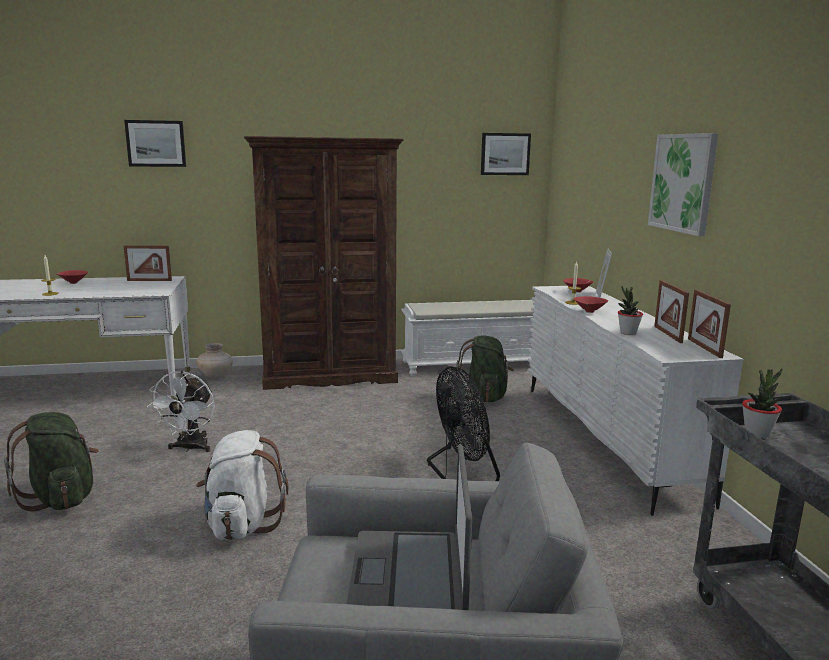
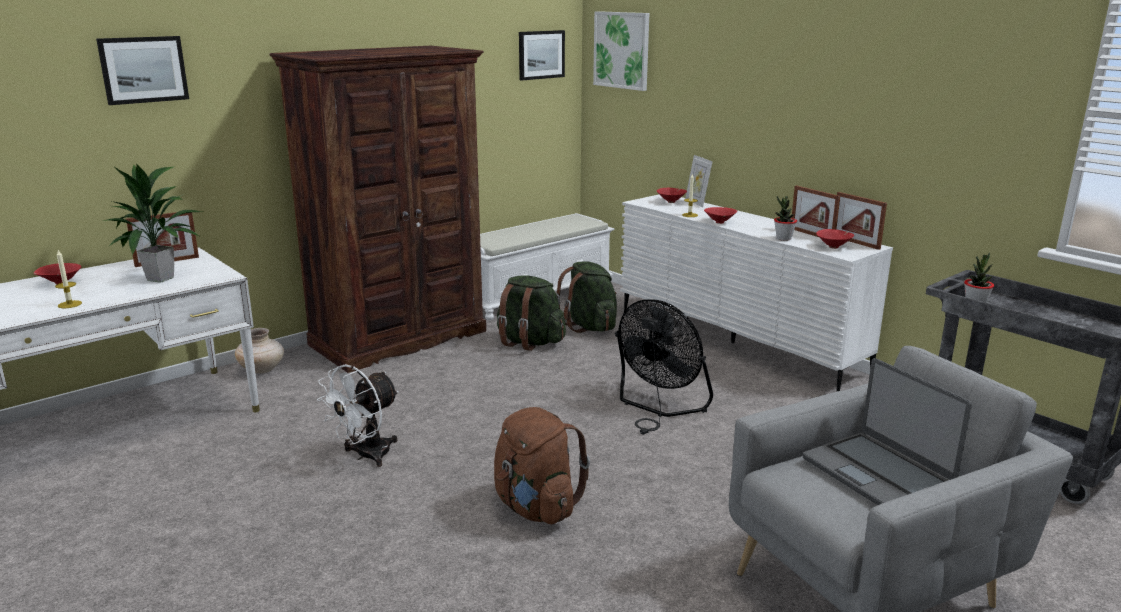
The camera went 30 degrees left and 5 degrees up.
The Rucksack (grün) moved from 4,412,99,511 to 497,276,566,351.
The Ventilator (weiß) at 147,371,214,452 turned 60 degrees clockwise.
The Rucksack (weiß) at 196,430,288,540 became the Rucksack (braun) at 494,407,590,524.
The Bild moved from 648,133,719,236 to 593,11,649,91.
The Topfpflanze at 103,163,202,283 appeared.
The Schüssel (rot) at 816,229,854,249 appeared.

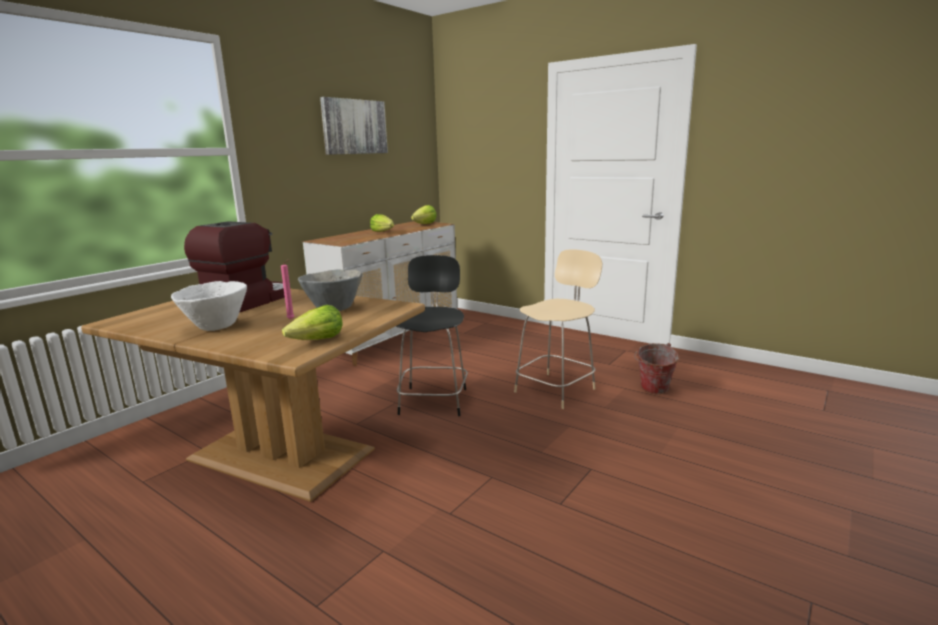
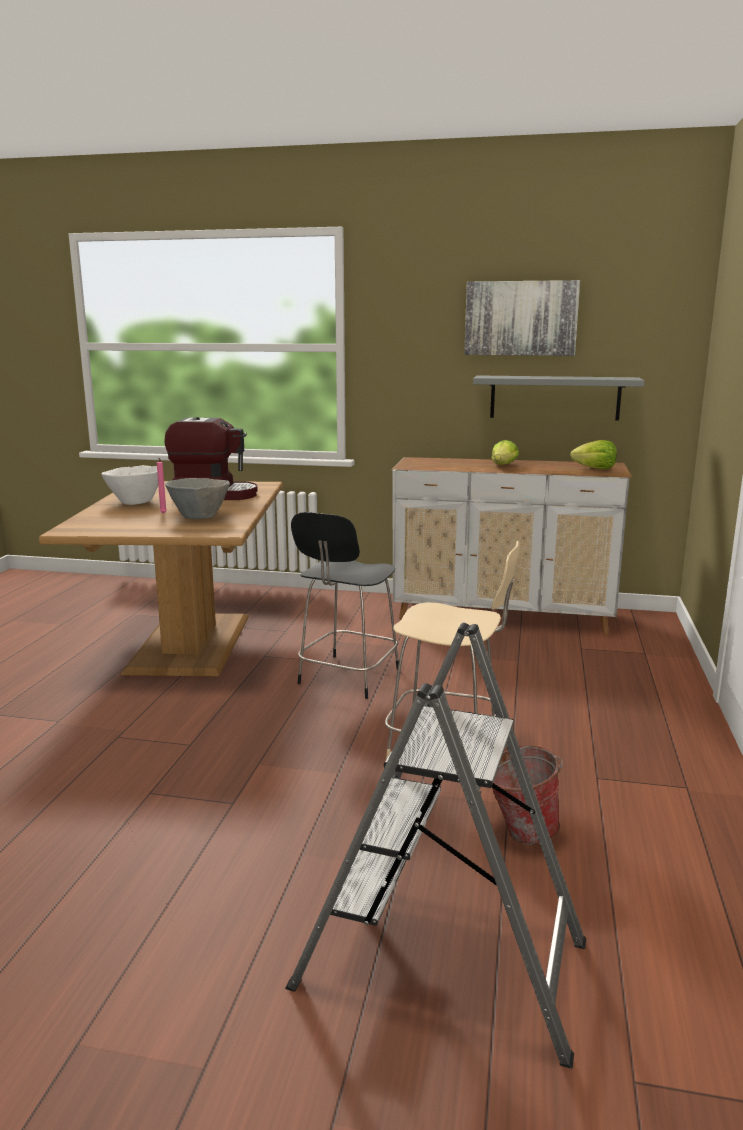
The camera went 65 degrees right and 0 degrees up.
The Salatkopf at 282,305,342,340 disappeared.
The Stuhl (schwarz) at 396,255,468,416 turned 135 degrees clockwise.
The Trittleiter (grau) at 285,623,586,1069 appeared.
The Wandregal (grau) at 473,375,645,420 appeared.

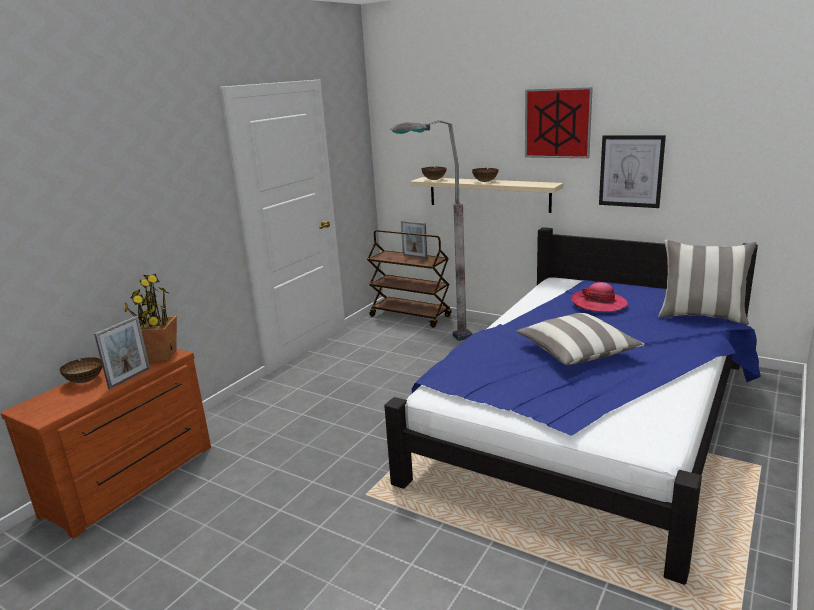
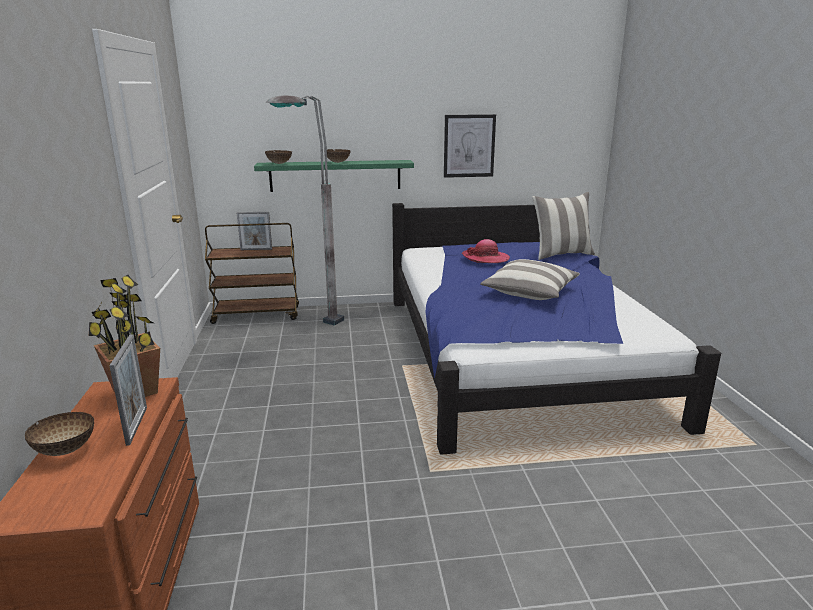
The camera went 40 degrees left and 0 degrees up.
The Wandregal (beige) at 410,177,563,213 became the Wandregal (grün) at 254,160,414,192.
The Bild at 525,87,593,159 disappeared.

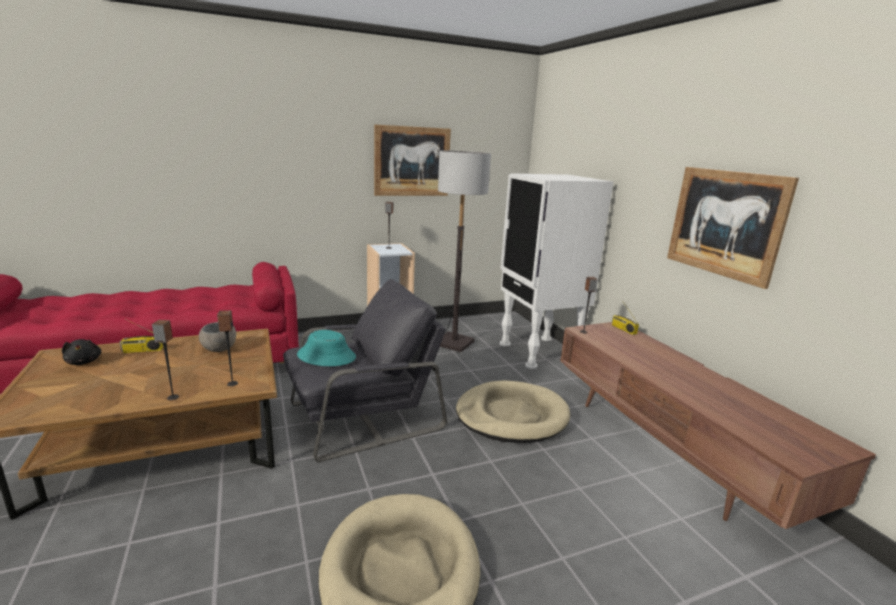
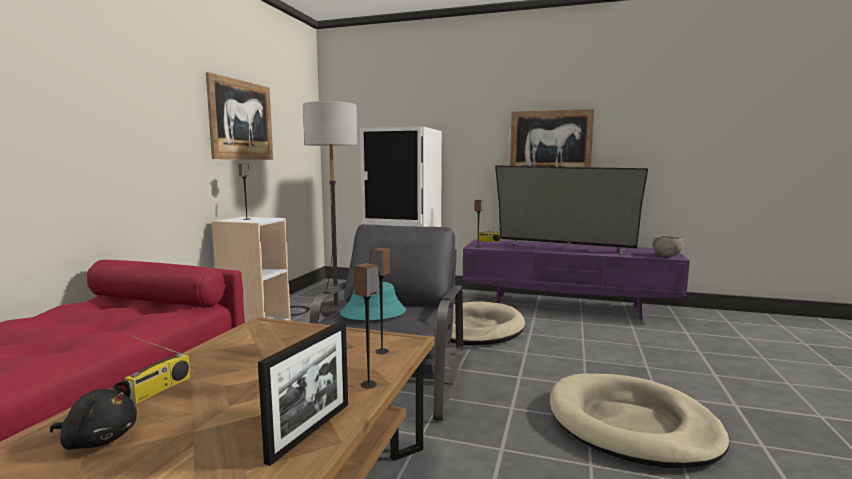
The camera went 50 degrees left and 10 degrees down.
The Schüssel (grau) moved from 199,322,236,352 to 652,236,684,257.
The Fernsehschrank (braun) at 560,322,876,529 became the Fernsehschrank (lila) at 463,239,690,320.
The Bilderrahmen at 258,321,348,466 appeared.
The Fernseher at 495,165,648,255 appeared.

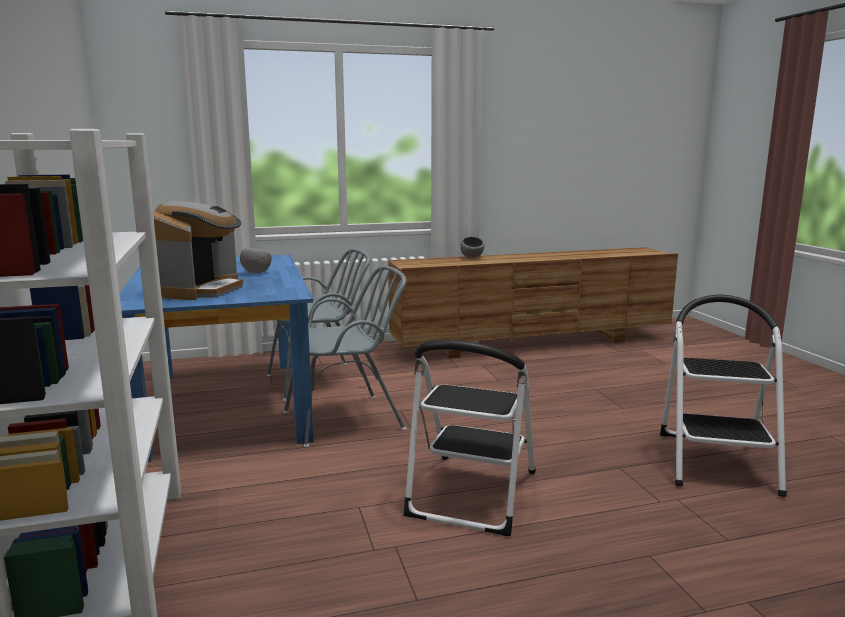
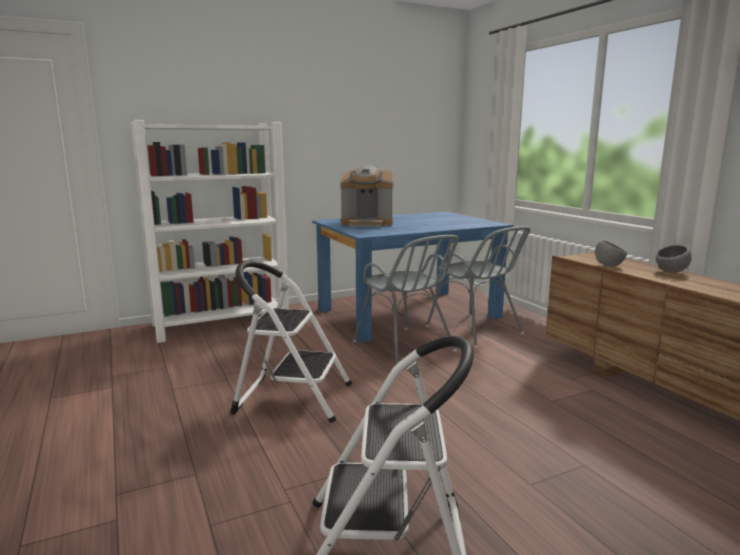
The camera went 80 degrees right and 0 degrees up.
The Schüssel (grau) moved from 240,248,272,273 to 595,240,627,266.

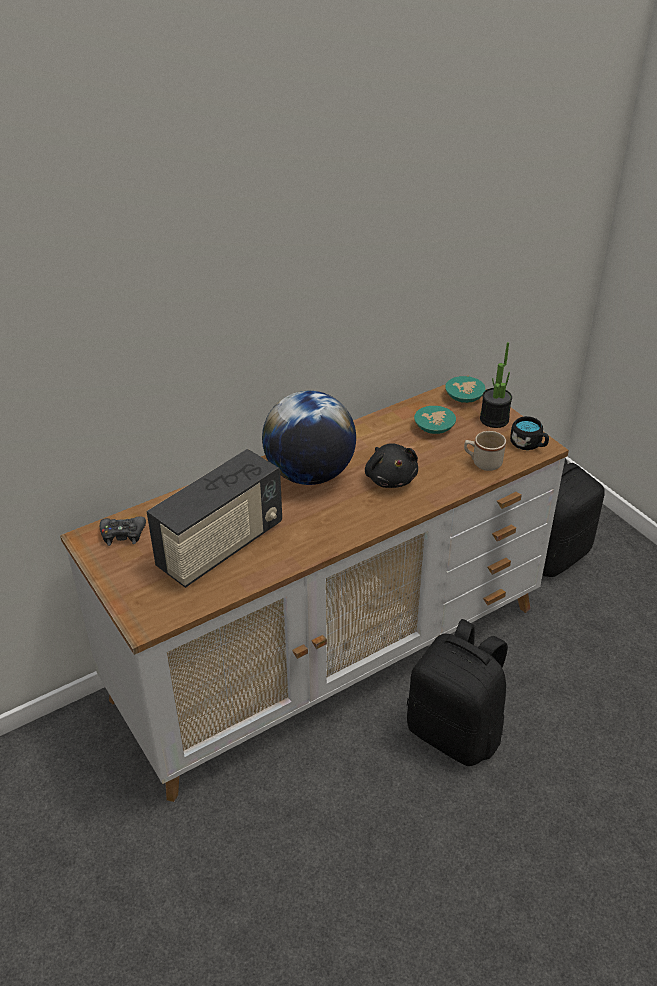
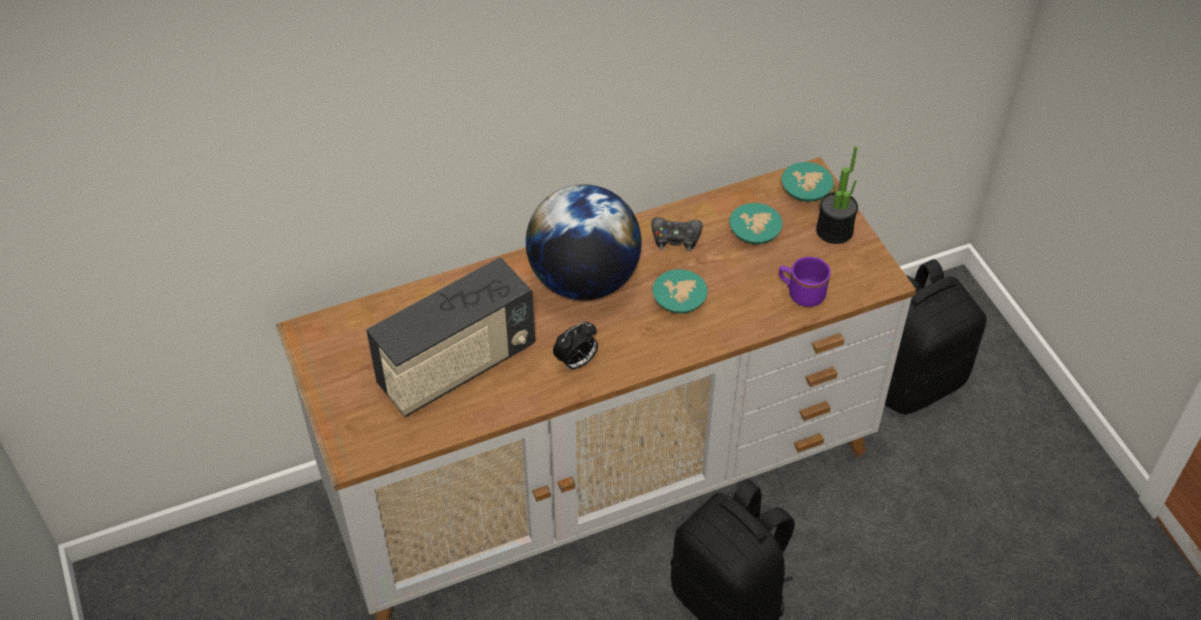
The camera went 10 degrees right and 10 degrees up.
The Gamepad (schwarz) moved from 100,516,146,546 to 651,217,703,252.
The Plüschtier (schwarz) at 365,443,418,488 was replaced by the Schüssel (türkis) at 653,269,708,313.
The Henkelbecher (beige) at 464,431,506,471 became the Henkelbecher (lila) at 779,257,831,307.
The Henkelbecher (schwarz) at 510,416,549,450 disappeared.
The Wecker at 553,322,598,370 appeared.

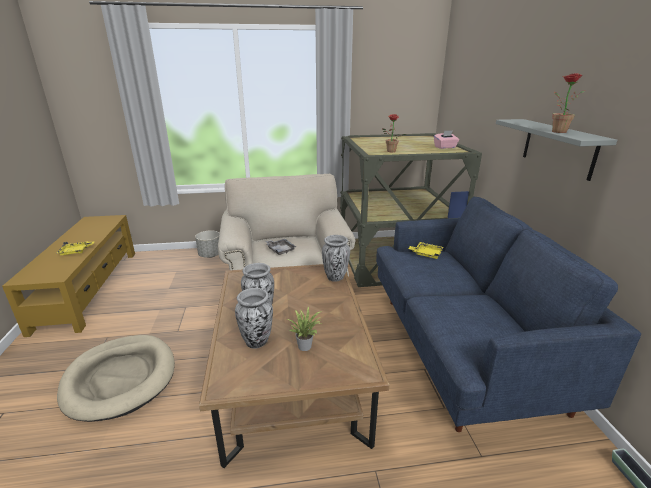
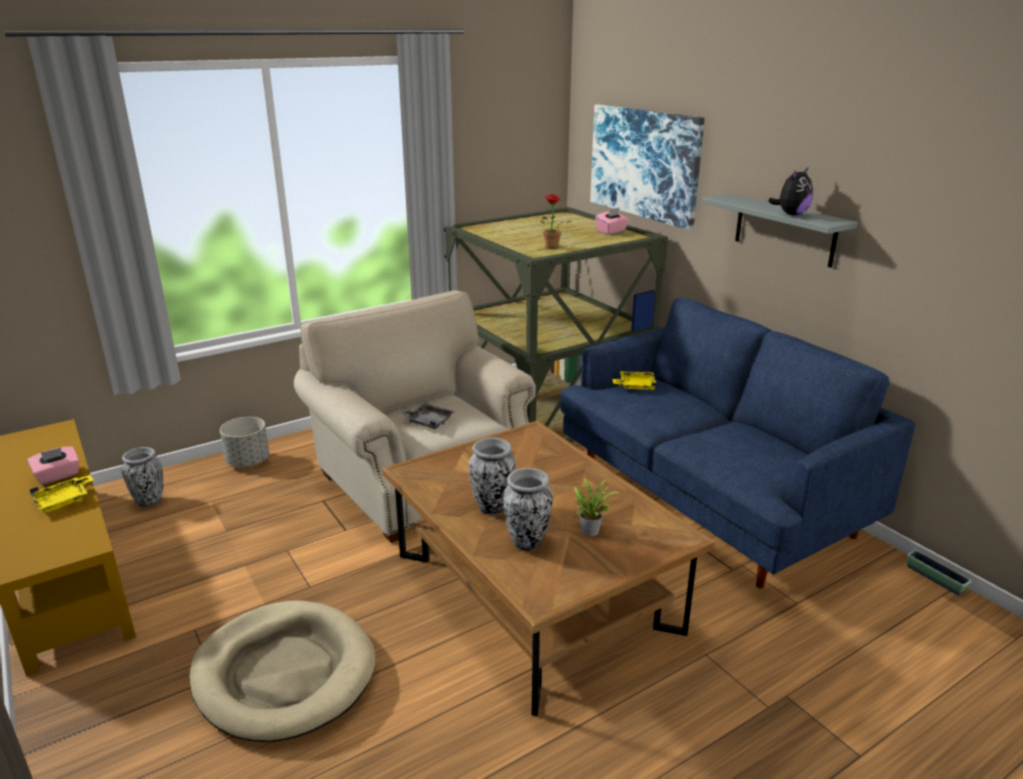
The camera went 25 degrees left and 0 degrees up.
The Vase moved from 322,235,350,282 to 122,447,163,508.
The Topfpflanze at 552,73,585,133 was replaced by the Plüschtier at 768,168,813,215.
The Taschentuchbox (rosa) at 27,446,79,485 appeared.
The Bild at 590,104,705,230 appeared.

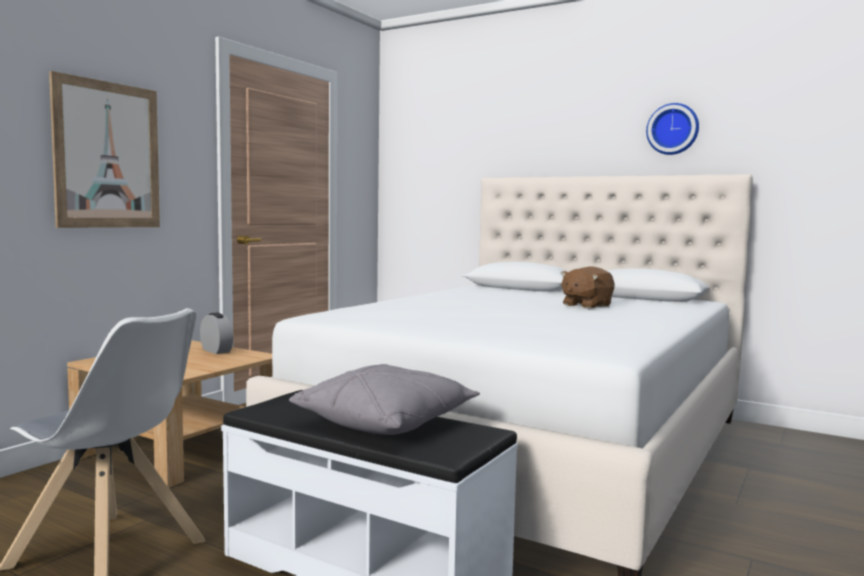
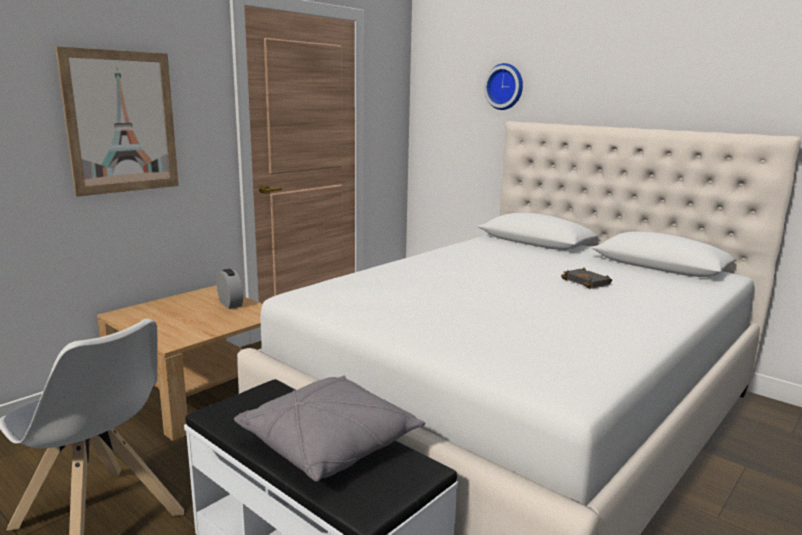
The camera went 10 degrees right and 10 degrees up.
The Plüschtier (braun) at 561,267,615,309 was replaced by the Buch (schwarz) at 561,267,612,289.
The Wanduhr moved from 646,103,699,155 to 484,63,523,110.

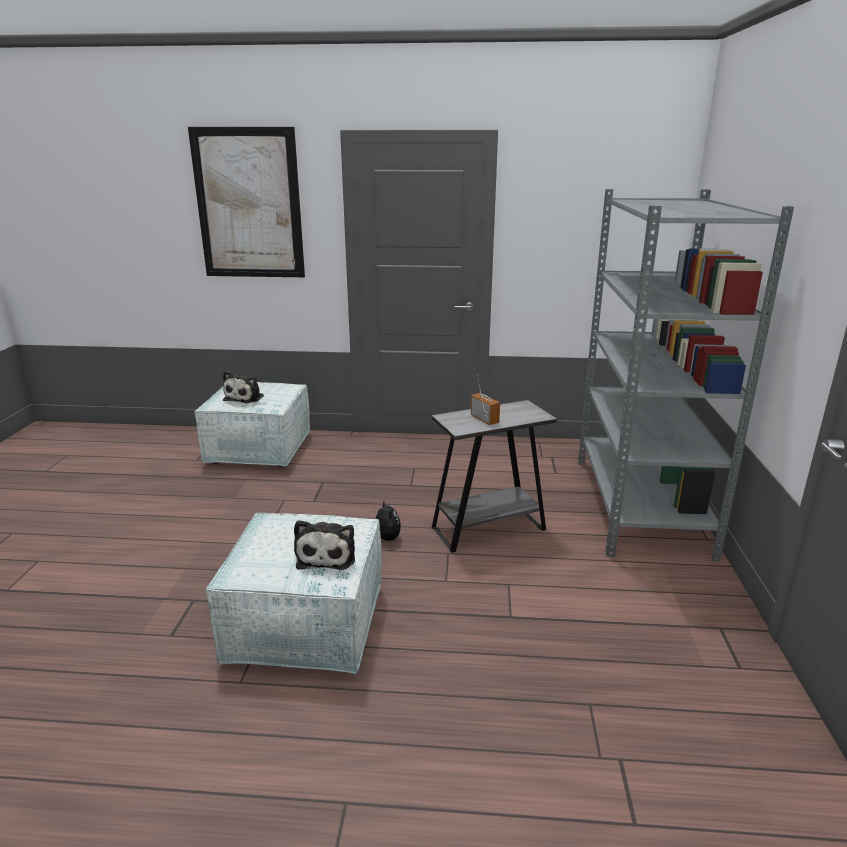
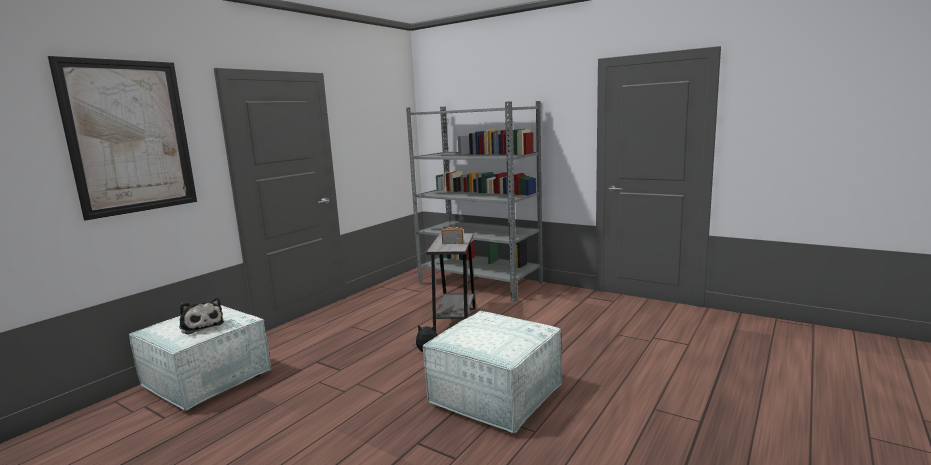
The camera went 60 degrees left and 10 degrees down.
The Plüschtier at 294,520,355,570 disappeared.

